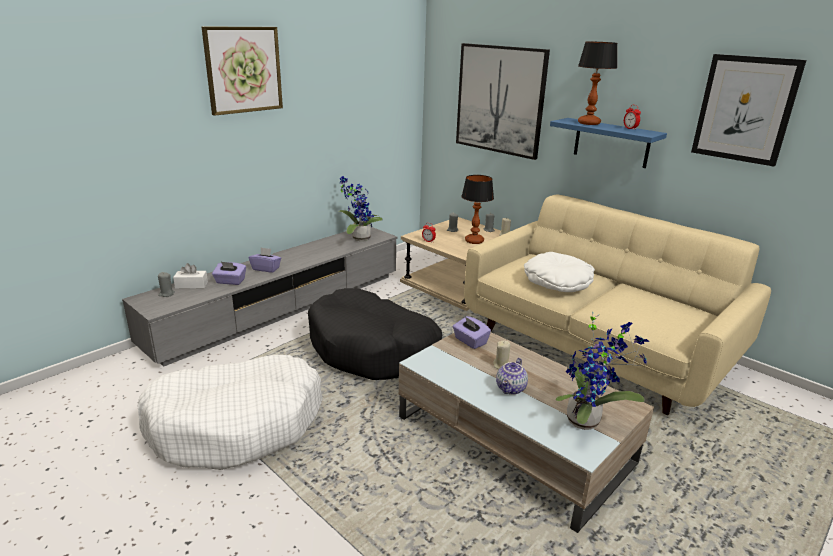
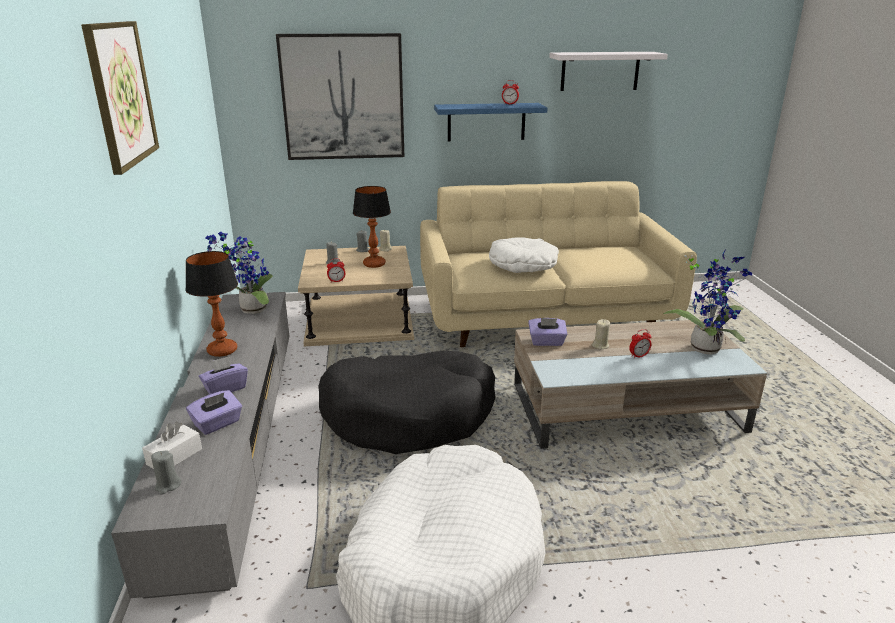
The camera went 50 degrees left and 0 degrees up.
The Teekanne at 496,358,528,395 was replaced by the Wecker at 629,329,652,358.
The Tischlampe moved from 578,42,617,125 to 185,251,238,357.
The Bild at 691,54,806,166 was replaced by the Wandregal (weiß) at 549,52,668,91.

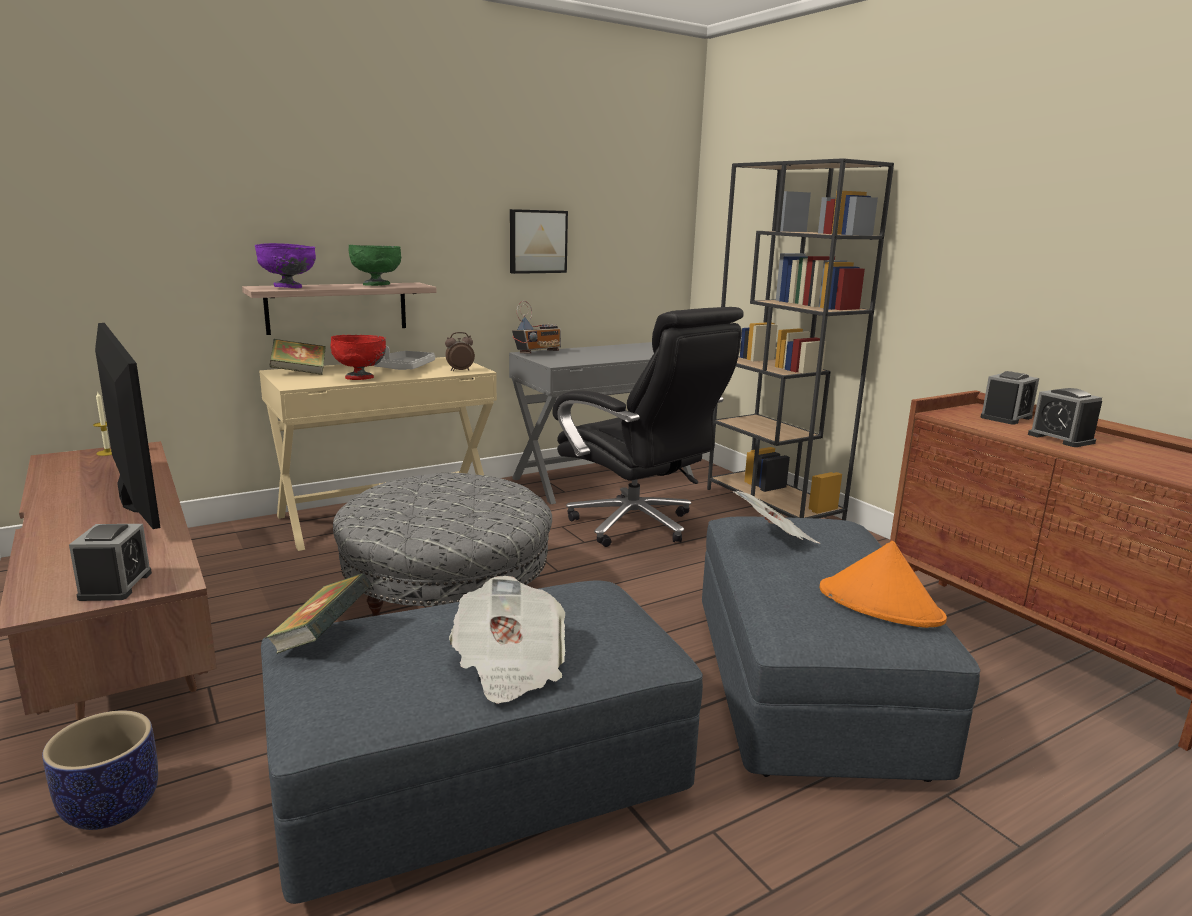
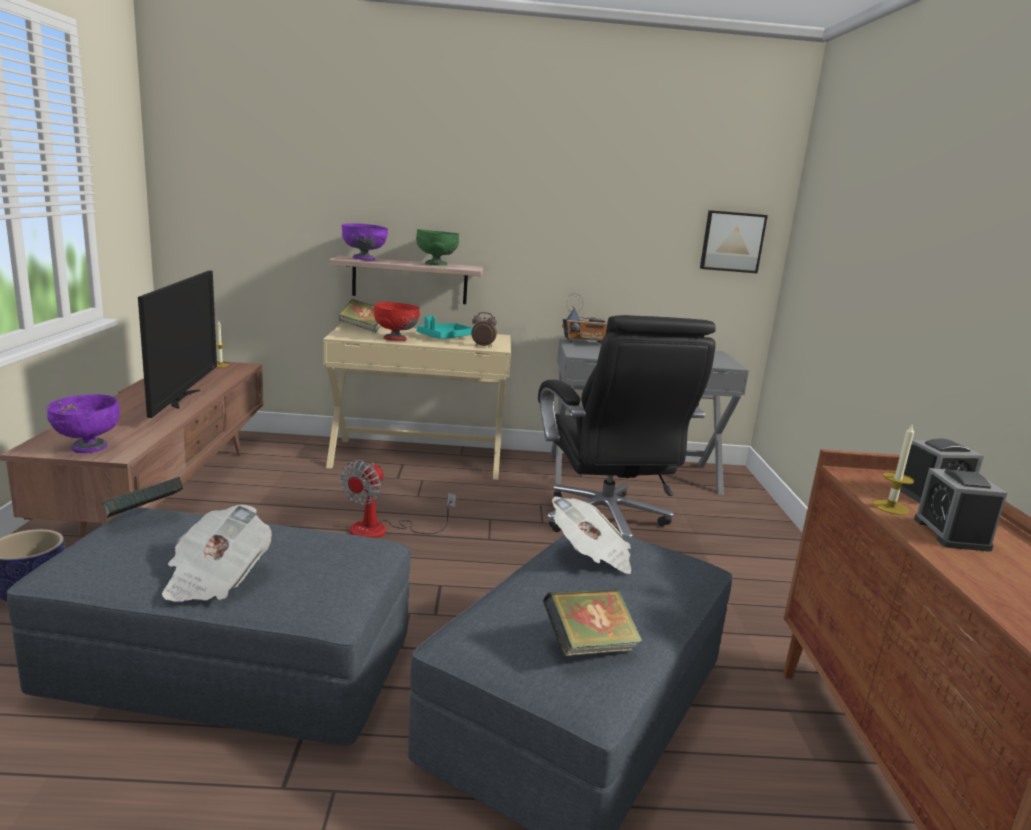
The camera went 30 degrees right and 0 degrees up.
The Wecker at 69,524,152,601 was replaced by the Schüssel (lila) at 46,394,120,453.
The Polsterhocker (grau) at 333,472,552,616 was replaced by the Ventilator at 340,460,456,538.
The Tablett (grau) at 374,345,435,370 became the Tablett (türkis) at 417,316,472,339.
The Bild moved from 510,209,568,274 to 700,210,768,273.
The Bücherregal at 707,158,894,520 disappeared.
The Hut (orange) at 820,541,947,628 was replaced by the Buch at 543,589,642,656.
The Kerze at 873,423,914,515 appeared.

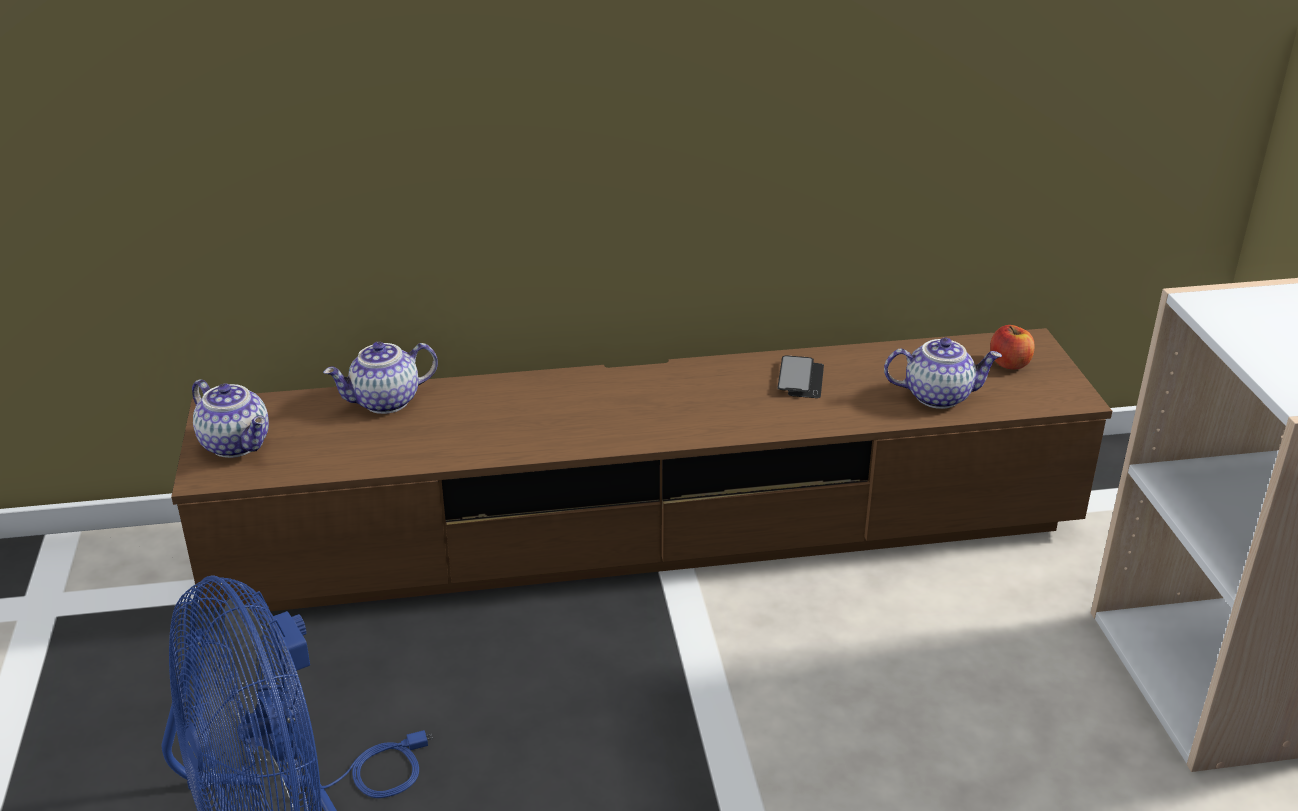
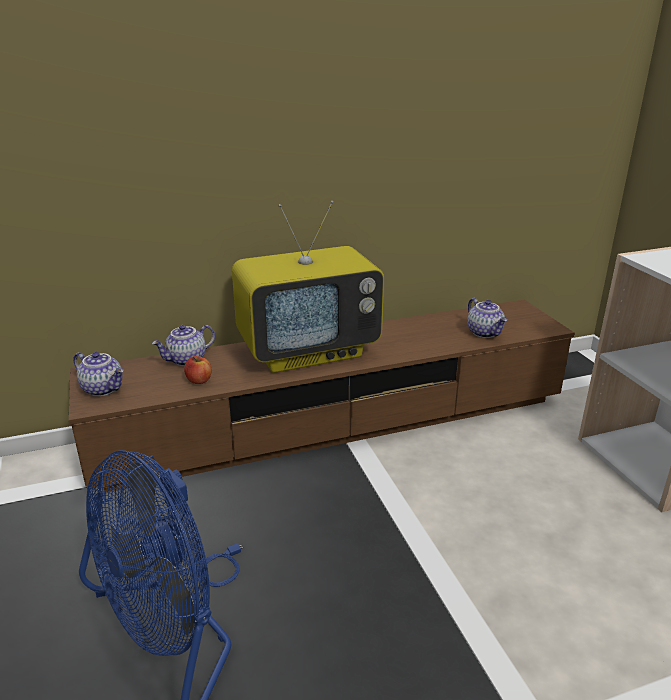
The camera went 10 degrees left and 5 degrees down.
The Handy at 777,356,824,398 disappeared.
The Teekanne at 884,338,1002,409 turned 75 degrees clockwise.
The Apfel moved from 990,325,1034,369 to 184,356,211,384.
The Fernseher at 232,201,384,373 appeared.

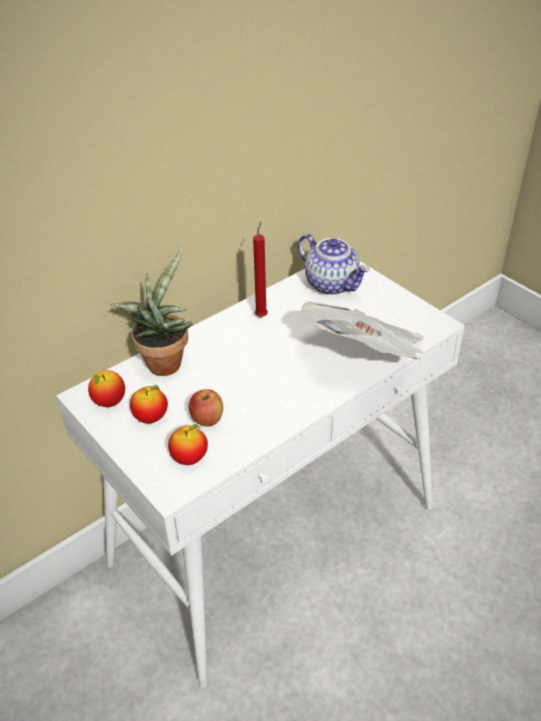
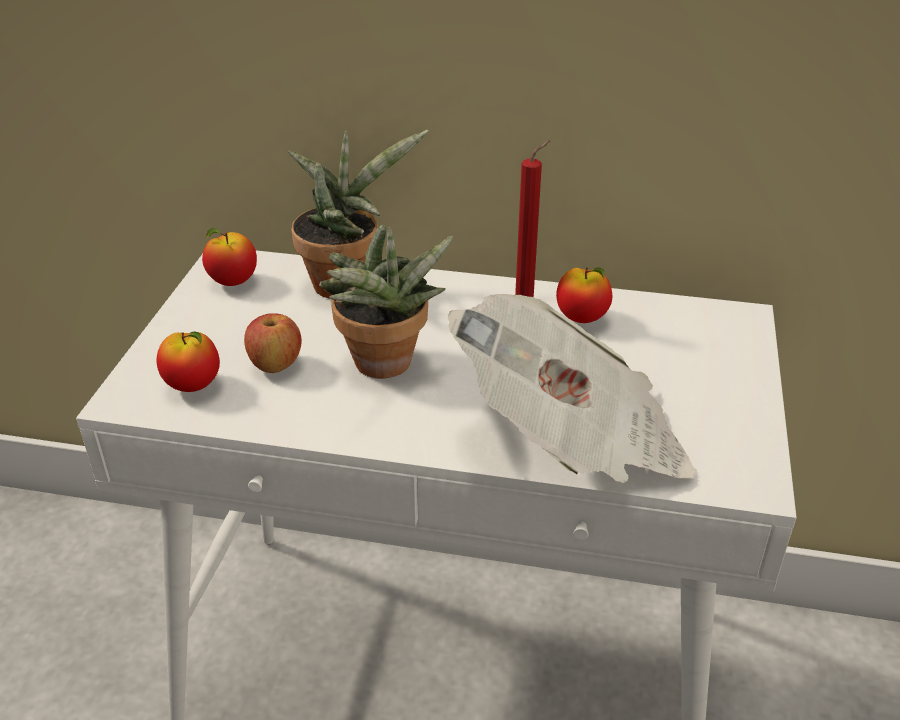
The camera went 50 degrees right and 5 degrees down.
The Apfel moved from 130,385,168,424 to 556,267,612,323.
The Teekanne at 298,234,370,295 disappeared.
The Topfpflanze at 319,224,453,379 appeared.

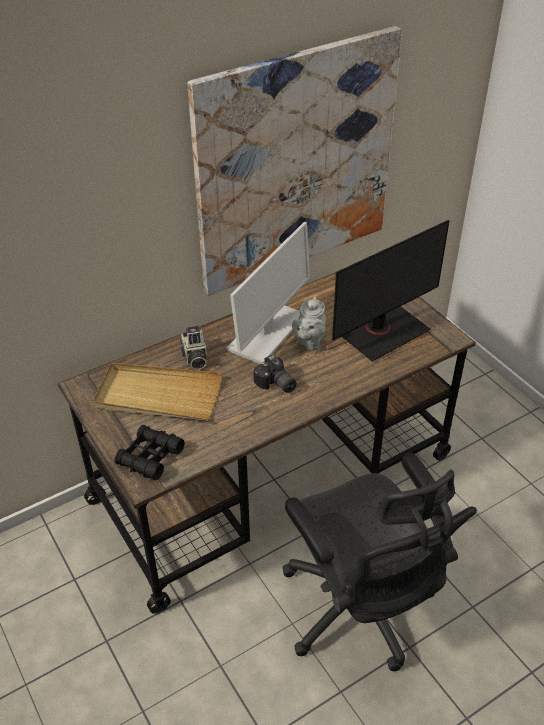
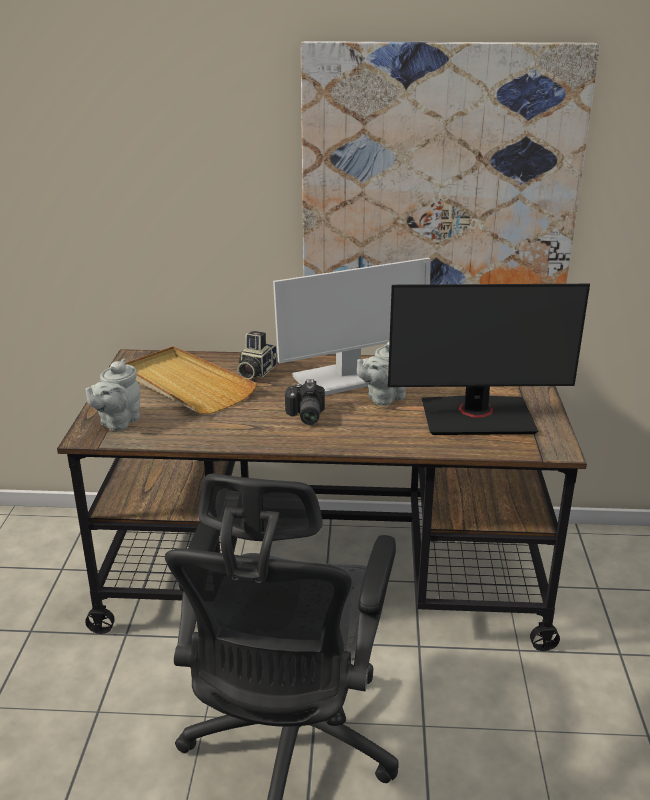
The camera went 35 degrees right and 15 degrees down.
The Fernglas (schwarz) at 114,425,185,480 was replaced by the Teekanne (grau) at 85,358,140,431.

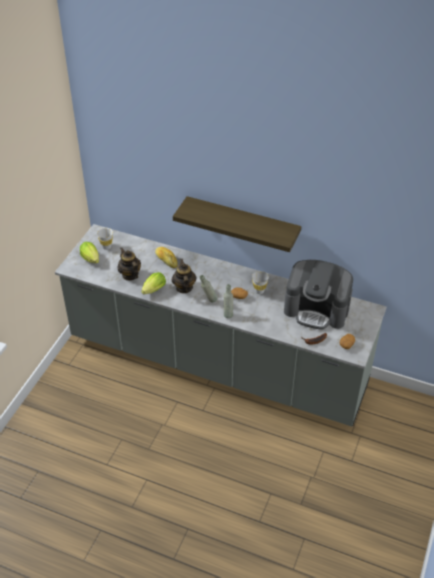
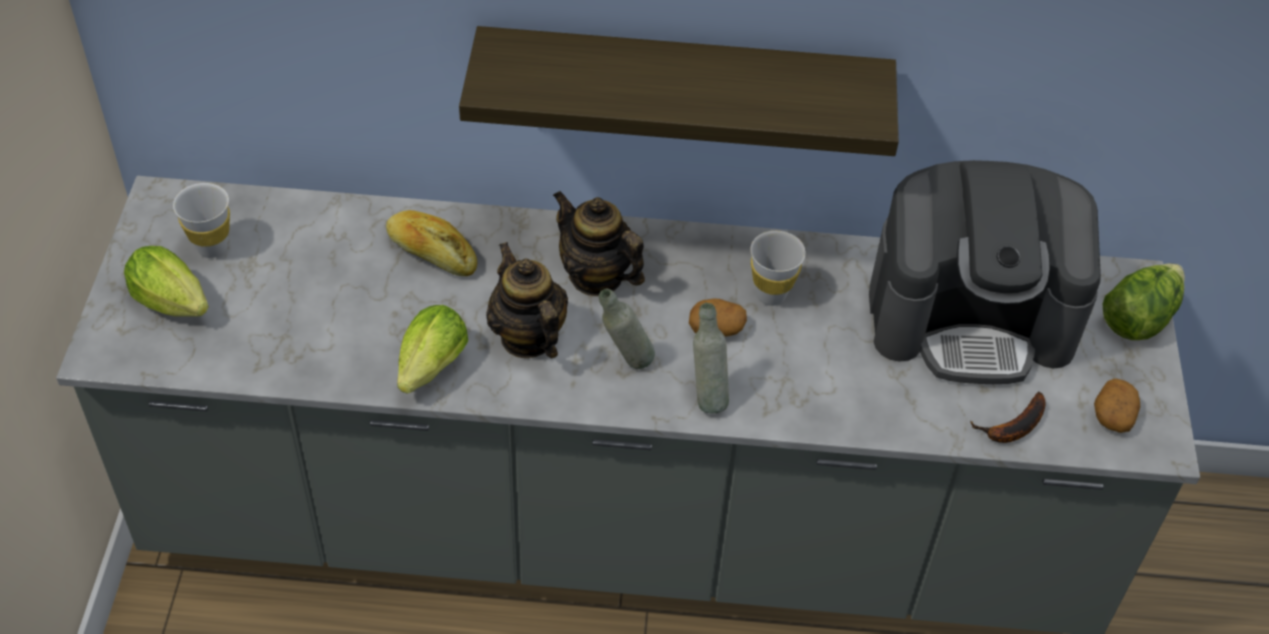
The camera went 20 degrees left and 5 degrees up.
The Teekanne moved from 118,247,141,281 to 553,191,645,296.
The Salatkopf at 1103,263,1185,340 appeared.

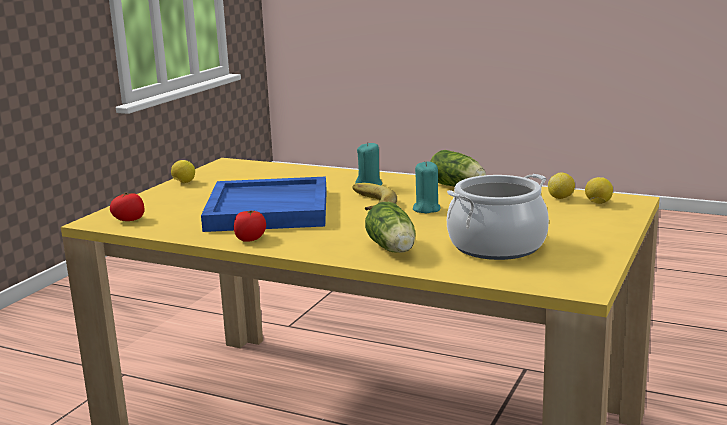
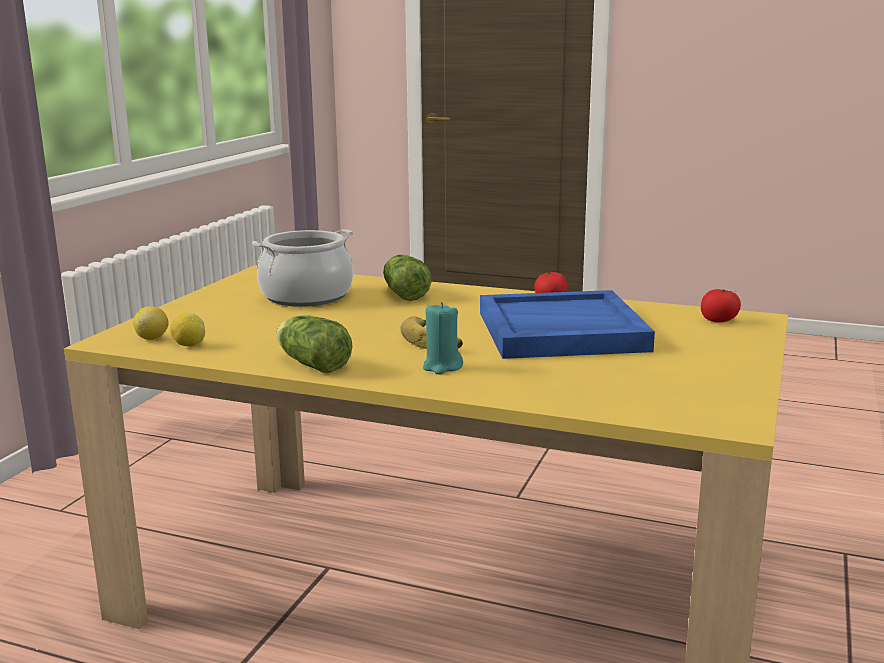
The camera went 175 degrees right and 0 degrees up.
The Zitrone at 171,160,195,183 disappeared.
The Kerze (türkis) at 413,161,441,213 disappeared.

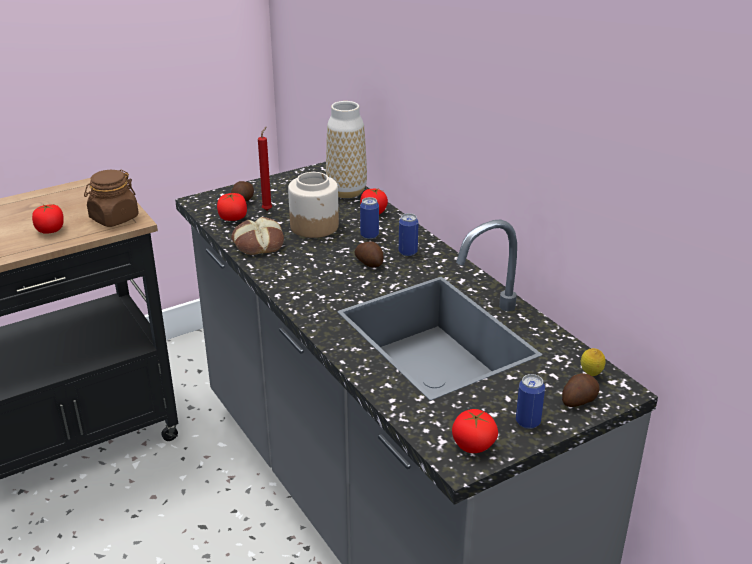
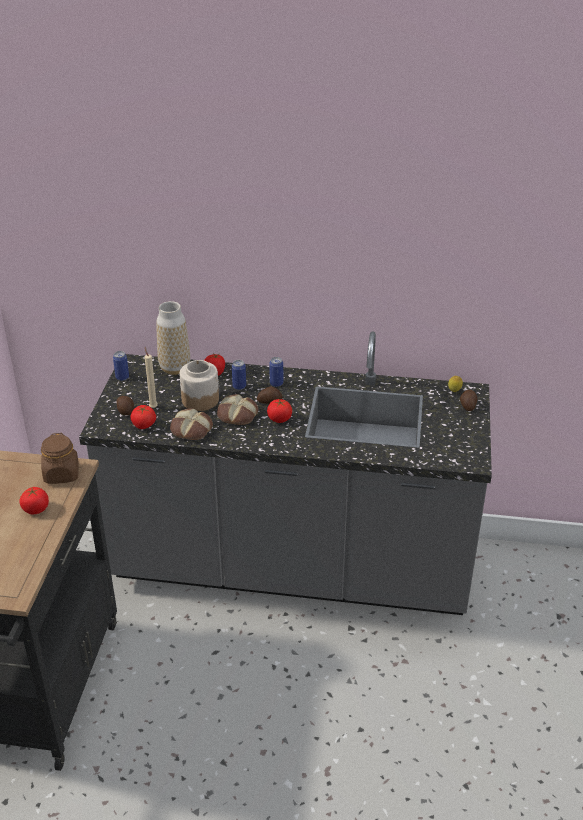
The camera went 50 degrees left and 5 degrees up.
The Kerze (rot) at 258,127,272,211 became the Kerze (beige) at 145,347,158,408.
The Tomate moved from 452,409,498,453 to 267,399,292,423.
The Dose moved from 516,374,545,429 to 113,351,129,381.
The Brot at 217,394,258,425 appeared.

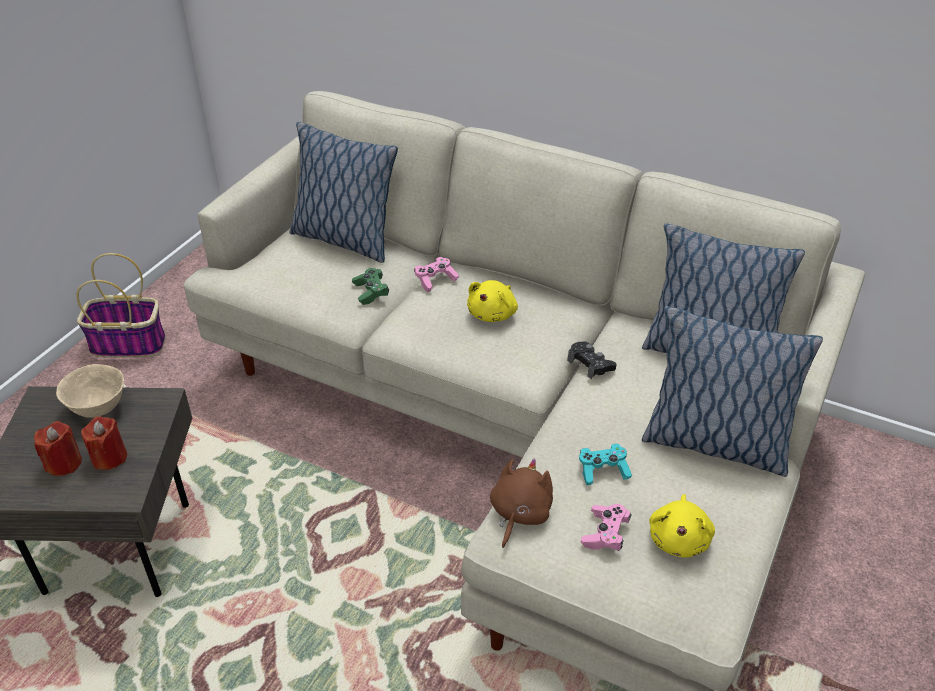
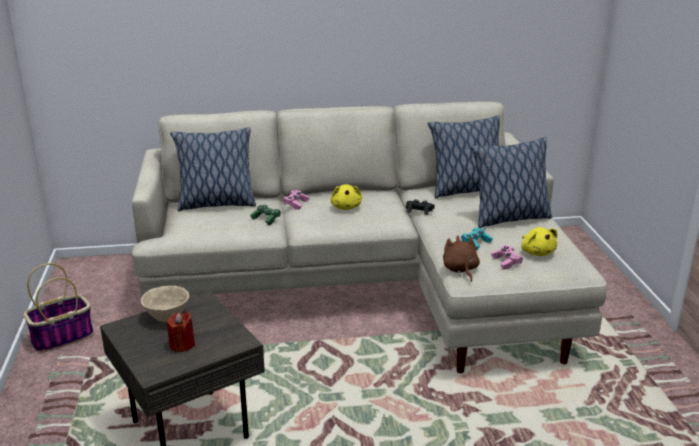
The camera went 35 degrees left and 15 degrees down.
The Kerze (rot) at 81,416,127,470 disappeared.

